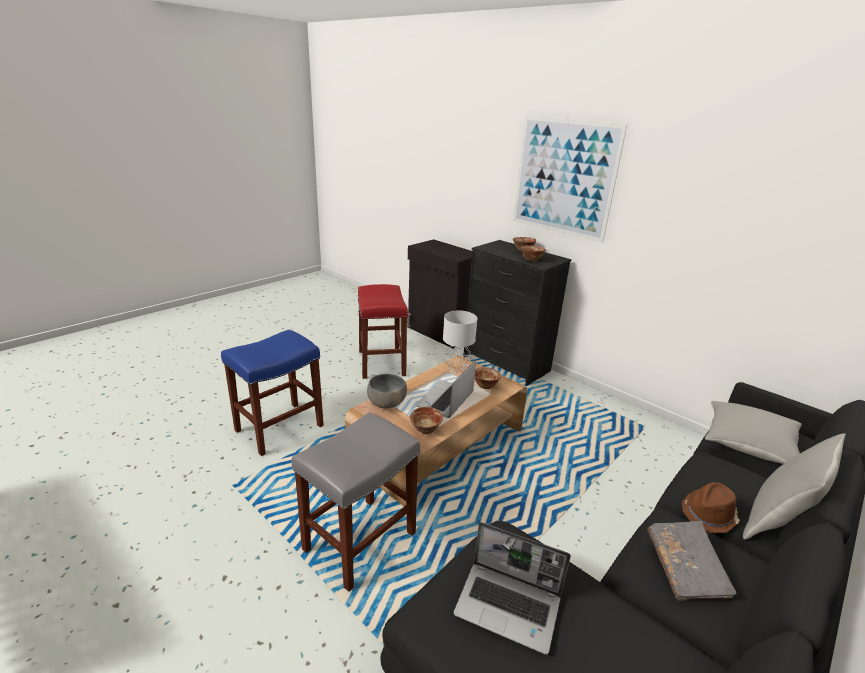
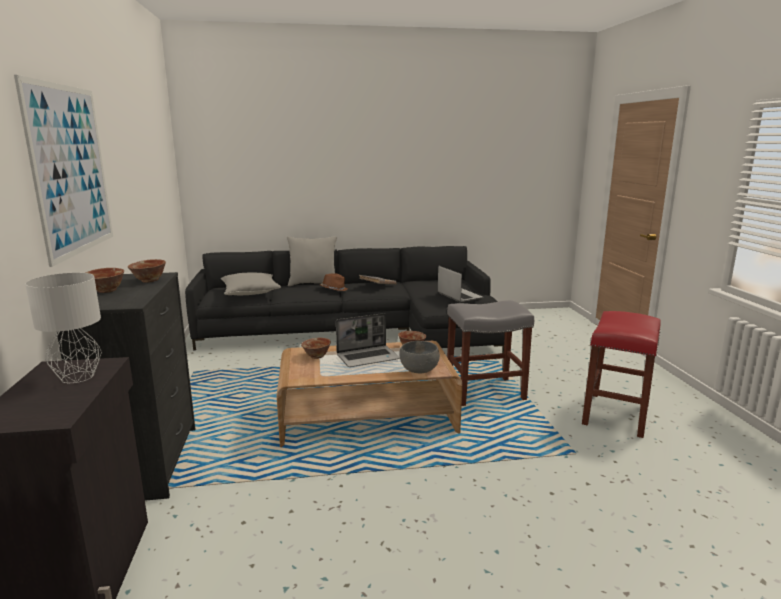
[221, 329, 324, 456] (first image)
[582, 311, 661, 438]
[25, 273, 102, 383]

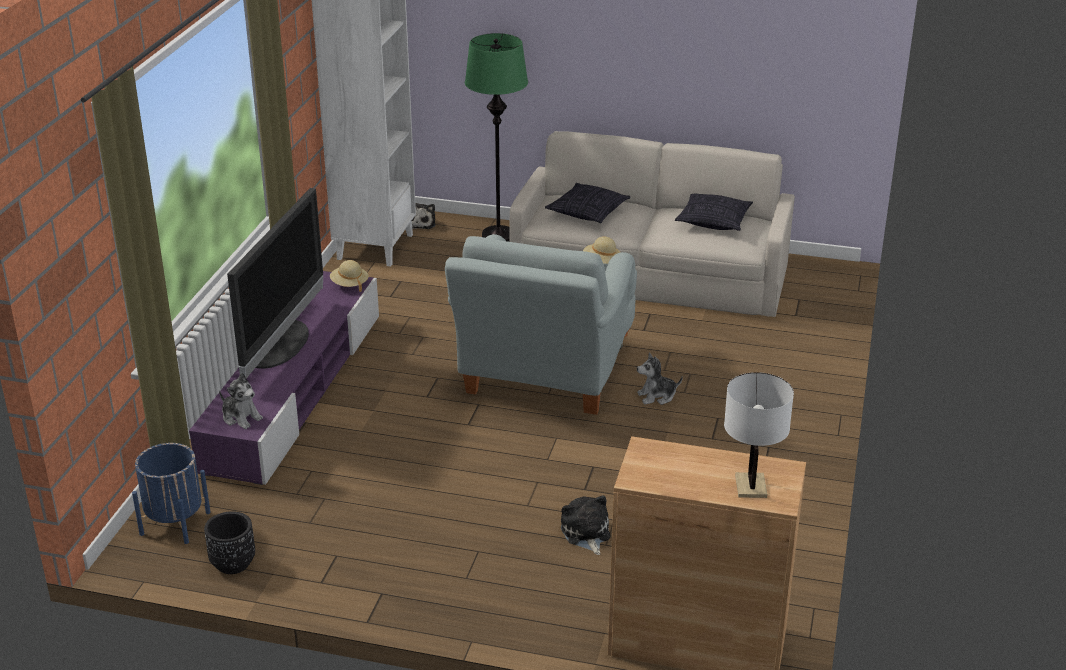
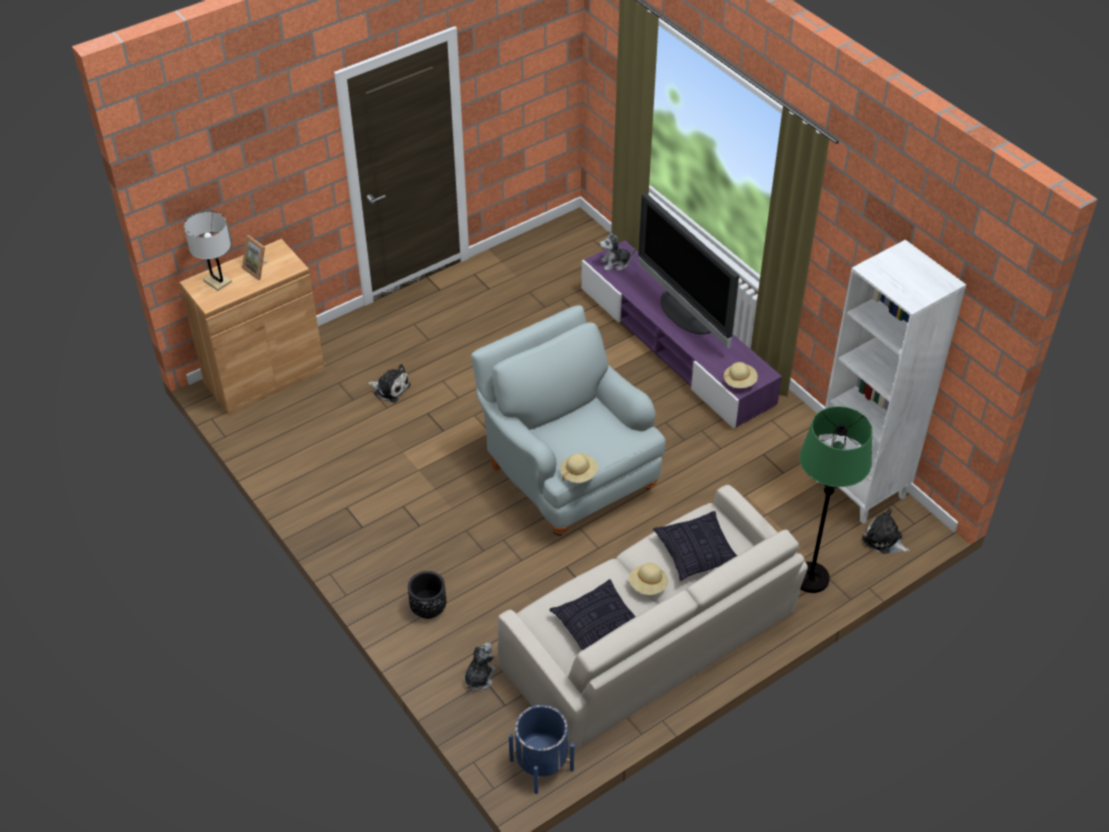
[242, 235, 267, 280]
[629, 563, 668, 595]
[509, 705, 574, 794]
[408, 571, 446, 619]
[464, 642, 496, 690]

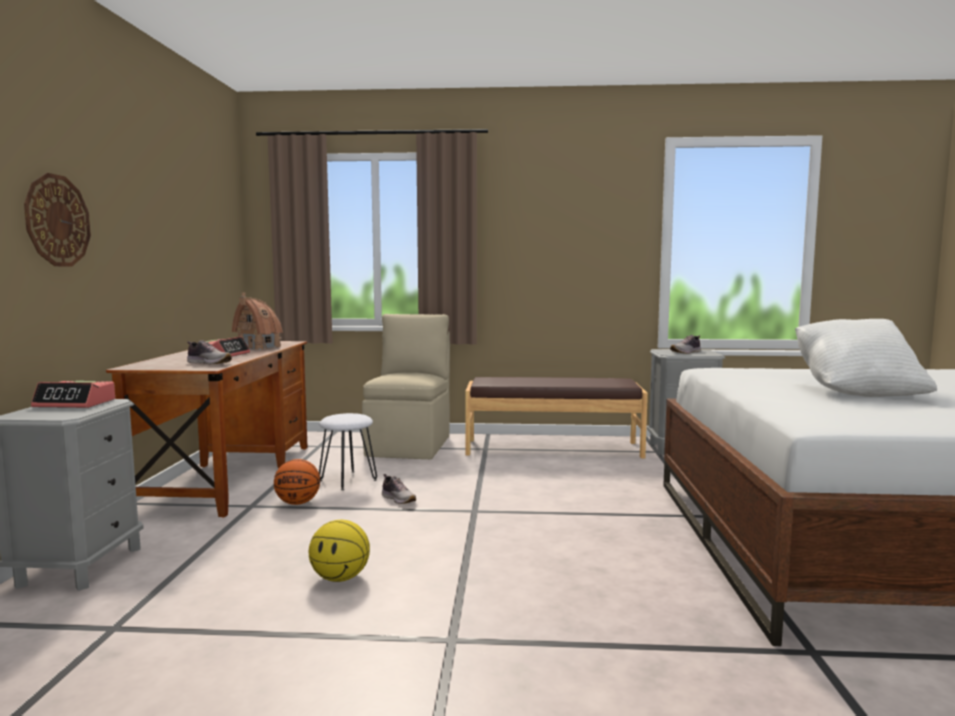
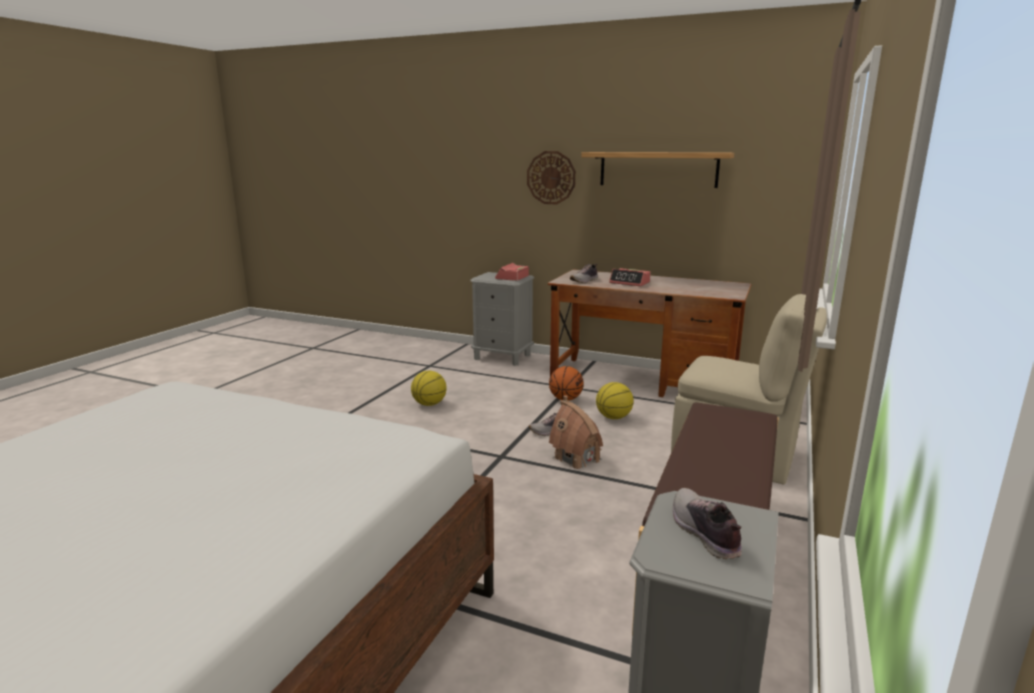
[795, 319, 937, 397] (first image)
[581, 152, 734, 188]
[549, 395, 603, 469]
[596, 382, 634, 419]

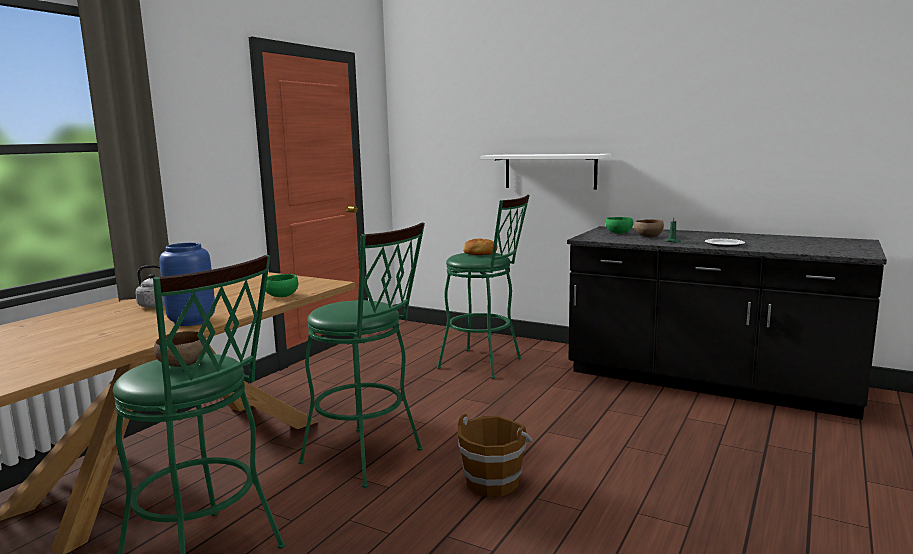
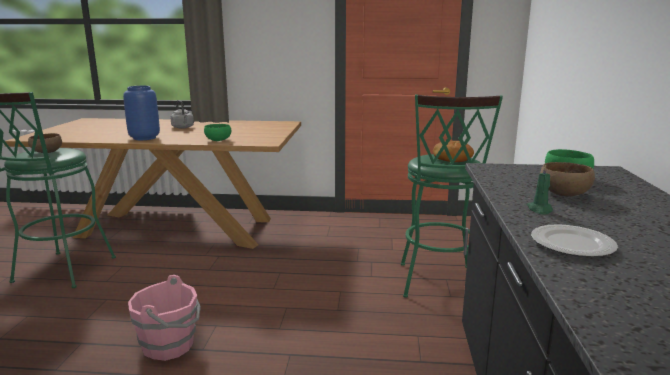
[298, 222, 425, 488] (first image)
[480, 154, 611, 190] (first image)
[128, 275, 201, 361]

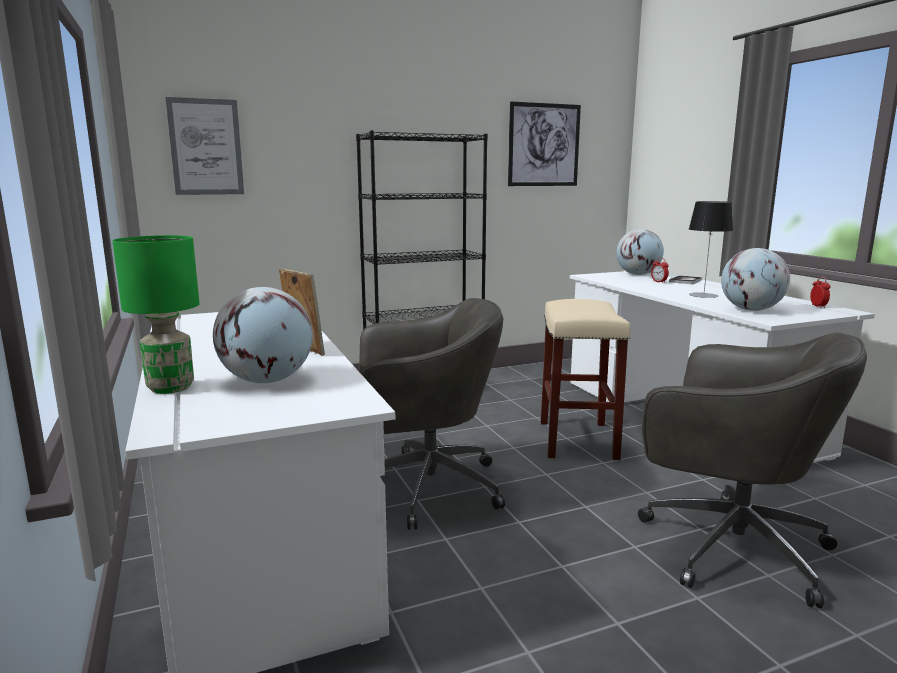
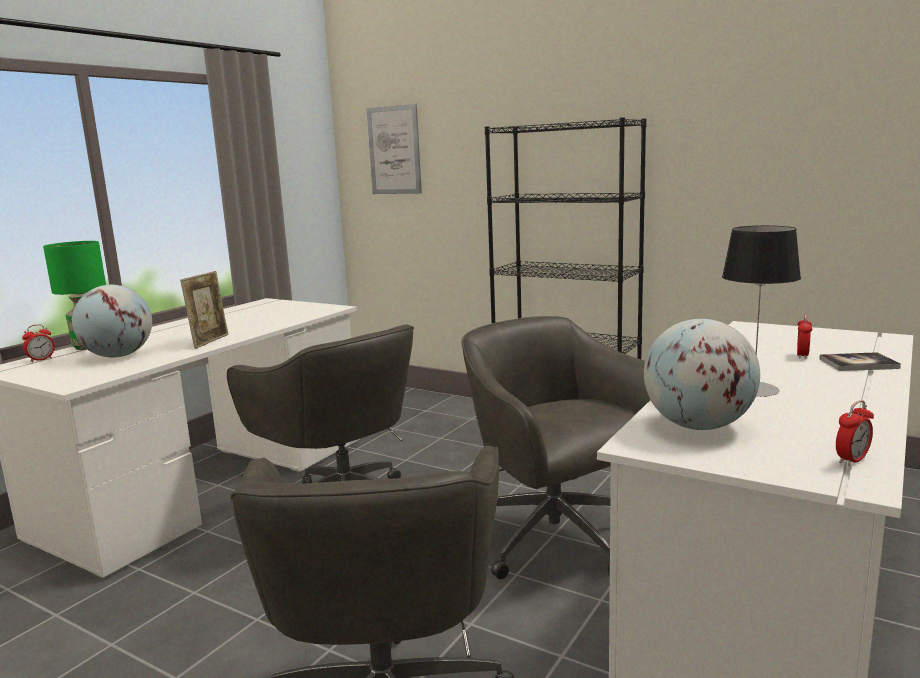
[508, 102, 581, 186] (first image)
[616, 229, 664, 275] (first image)
[22, 324, 55, 362]
[461, 316, 650, 579]

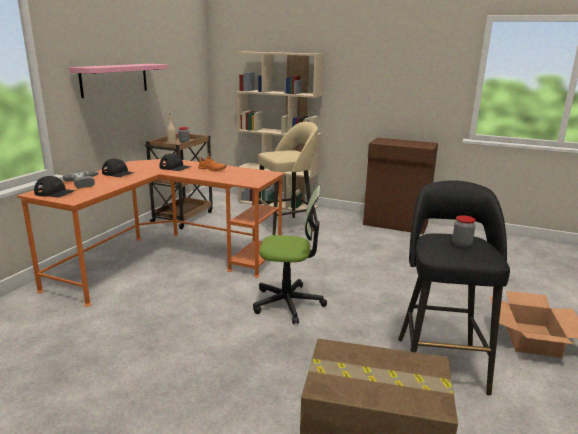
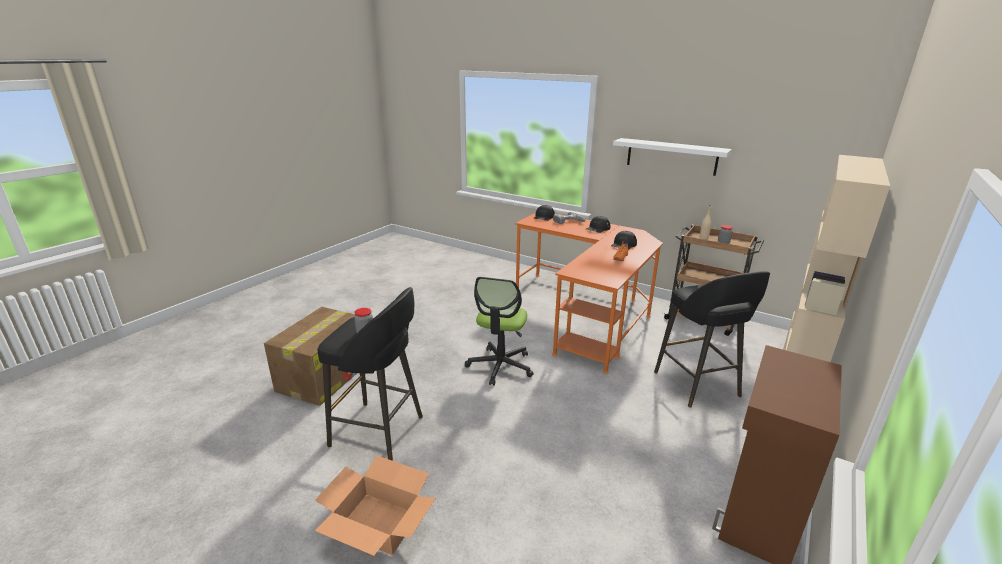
[613, 138, 732, 176]
[654, 271, 770, 408]

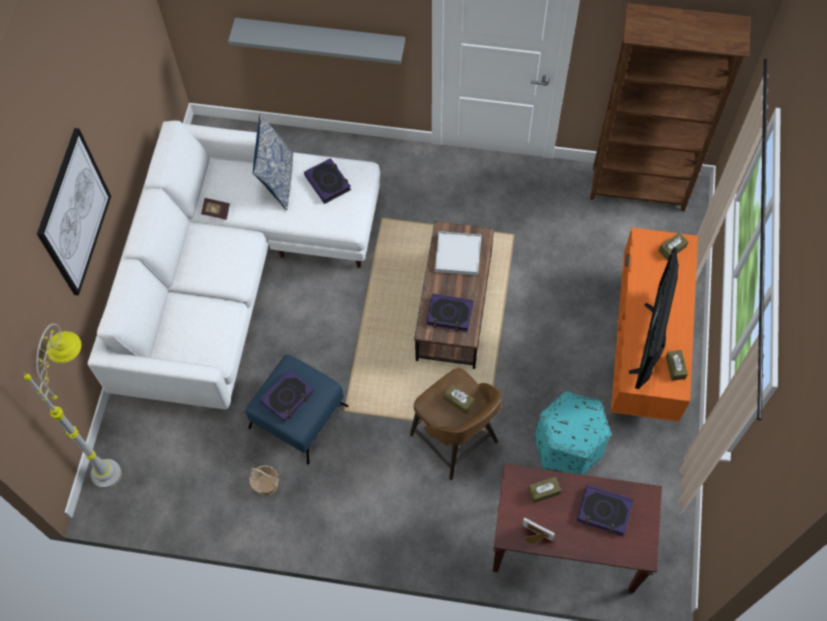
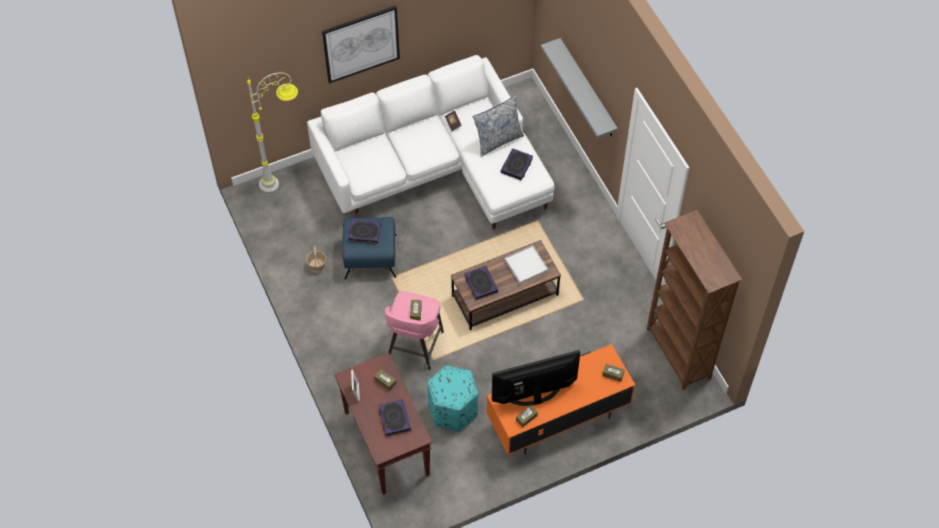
[385, 291, 444, 370]

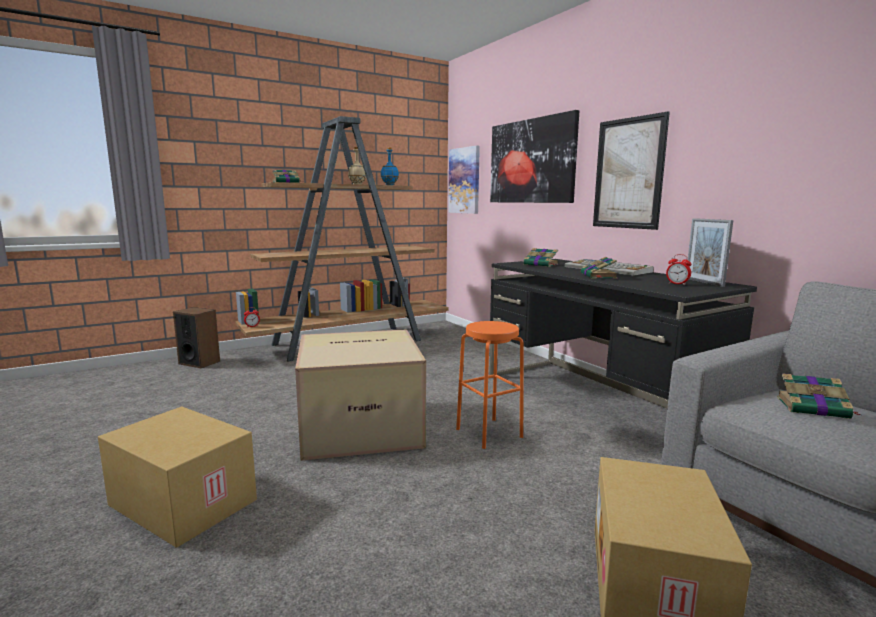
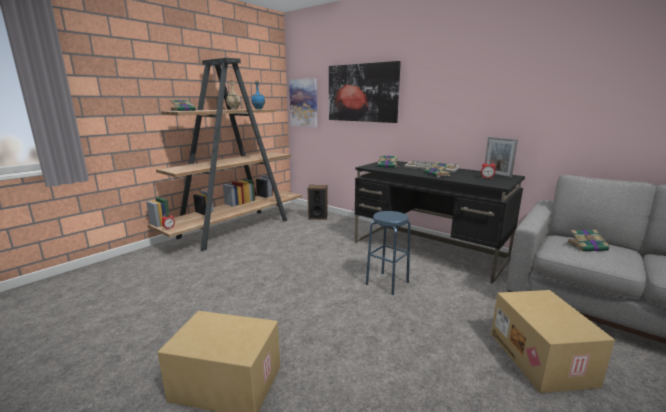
[295, 329, 426, 461] (first image)
[593, 112, 670, 230] (first image)
[308, 185, 328, 220]
[366, 211, 411, 295]

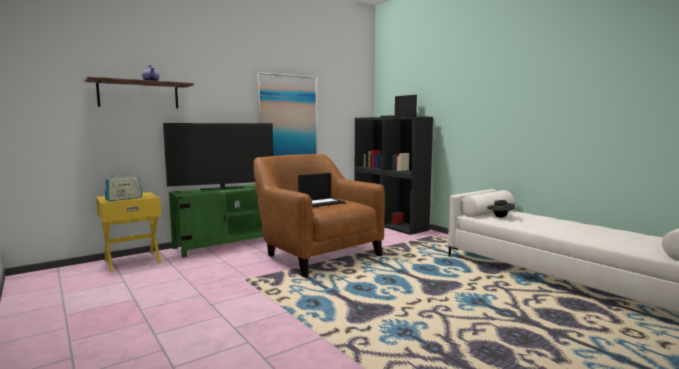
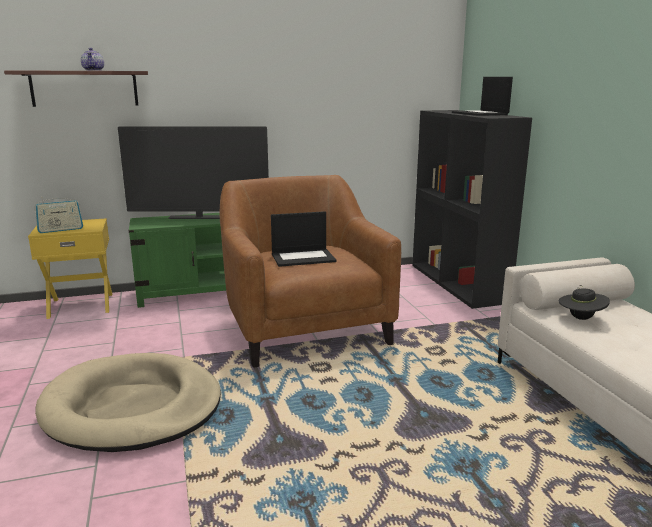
[257, 72, 318, 156] (first image)
[35, 353, 221, 452]

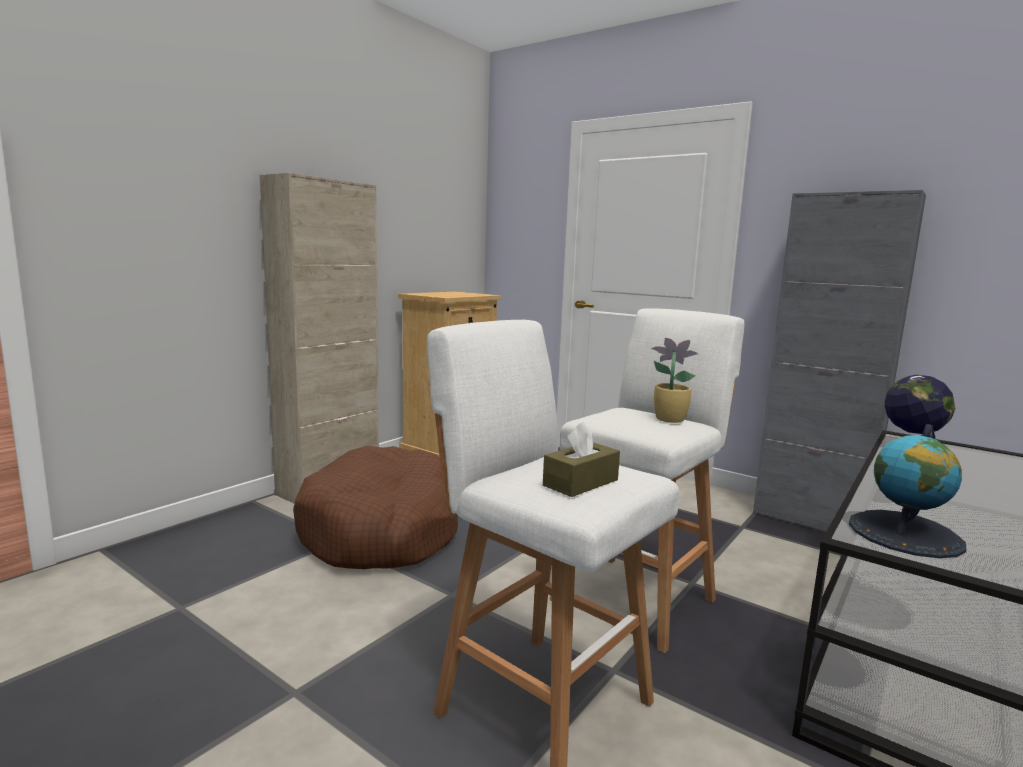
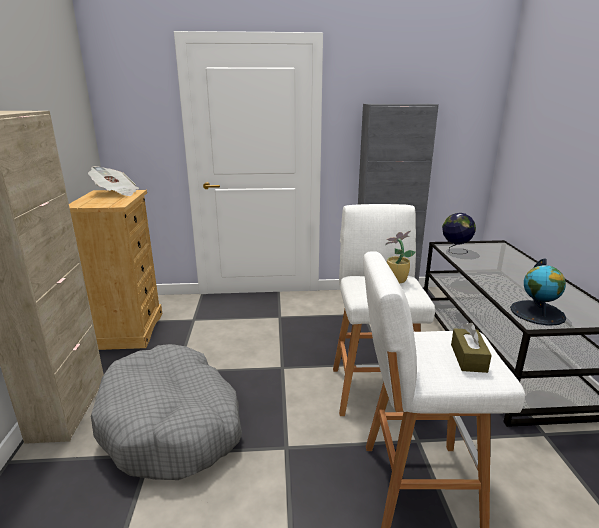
[88, 166, 139, 196]
[91, 344, 242, 480]

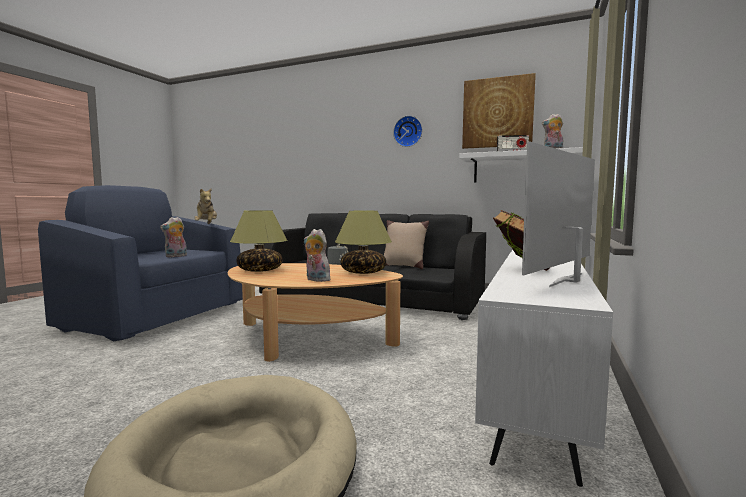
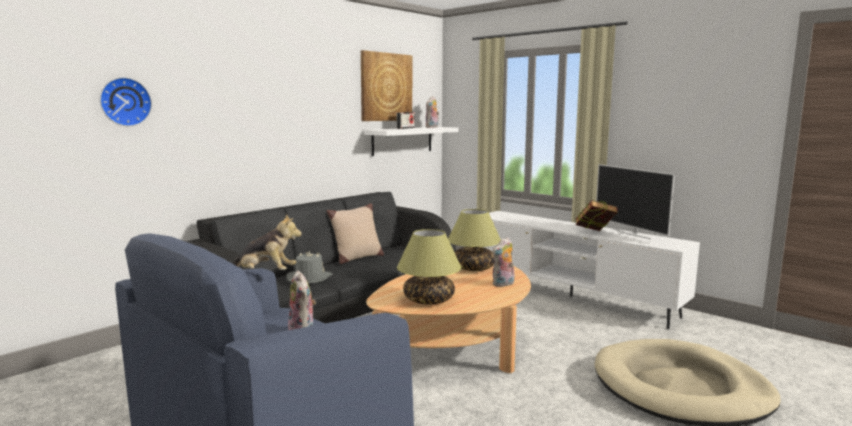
[100, 77, 152, 126]

